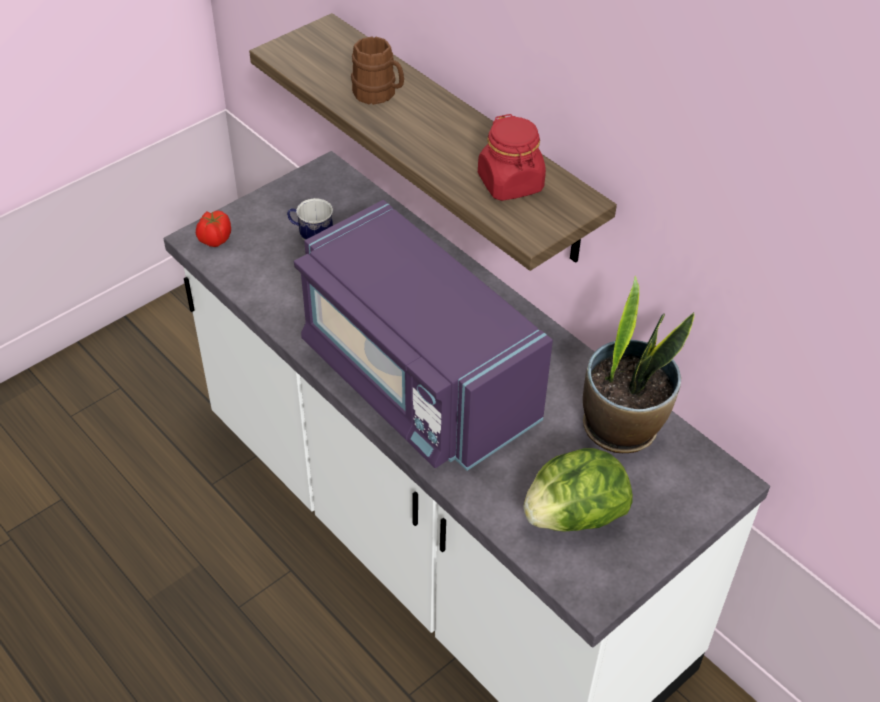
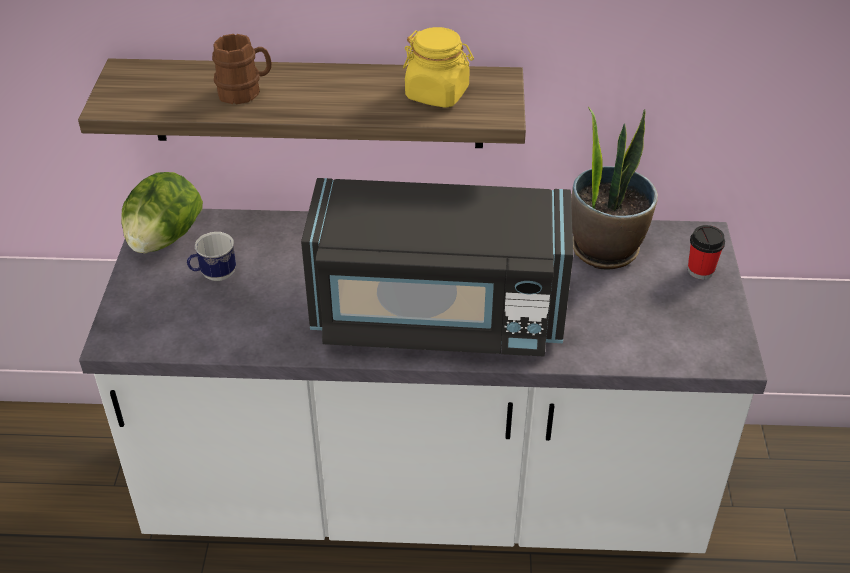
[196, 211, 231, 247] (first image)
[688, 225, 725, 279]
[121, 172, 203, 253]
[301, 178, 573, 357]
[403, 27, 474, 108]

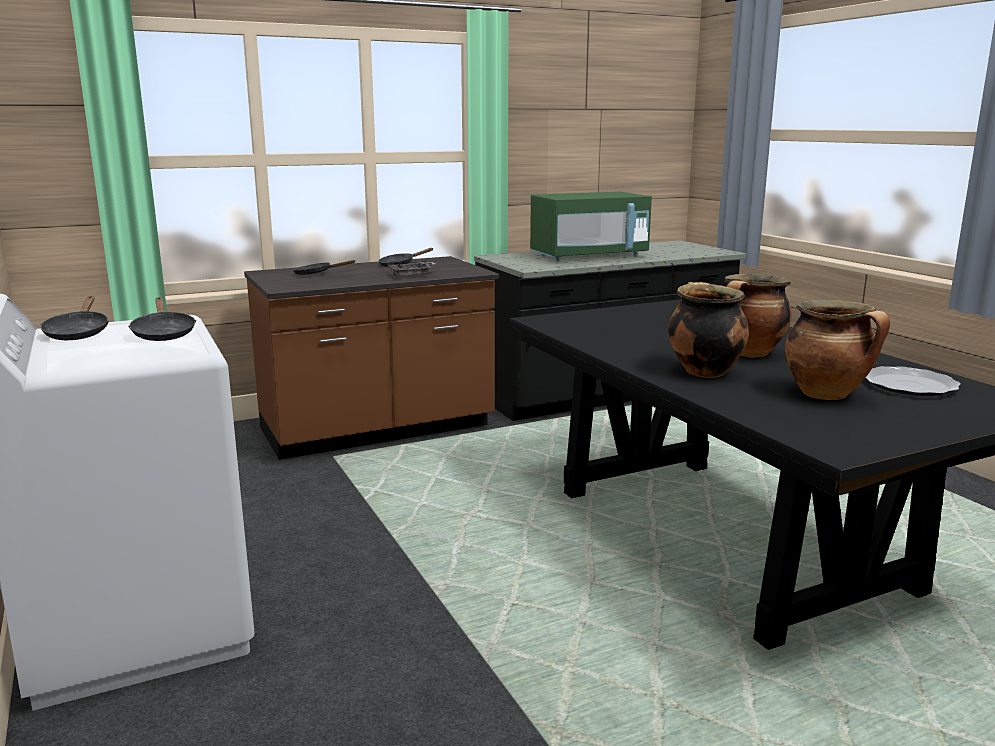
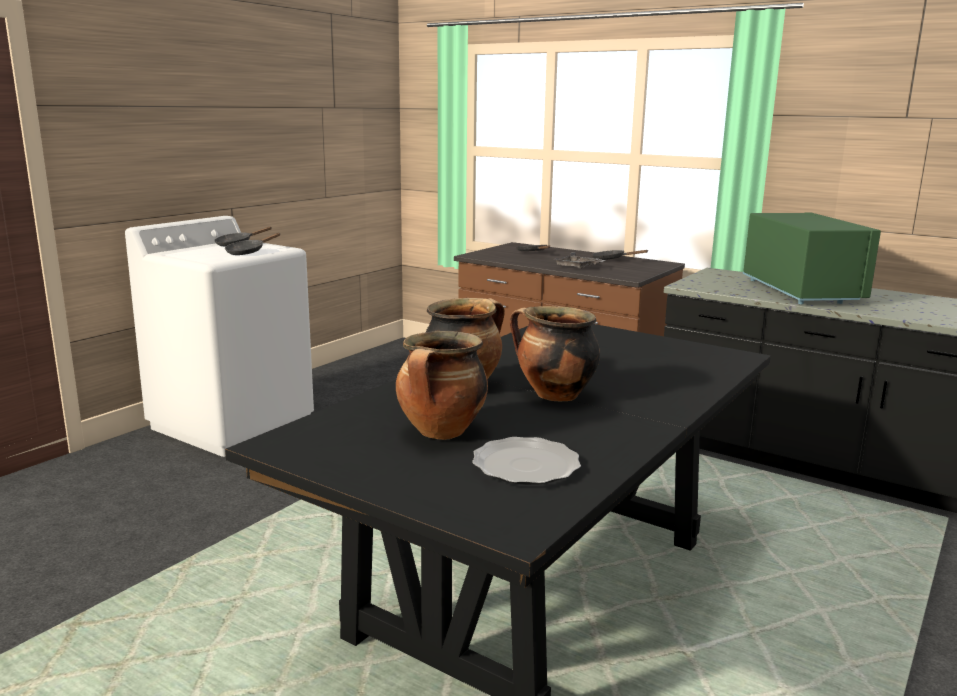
[743, 213, 881, 304]

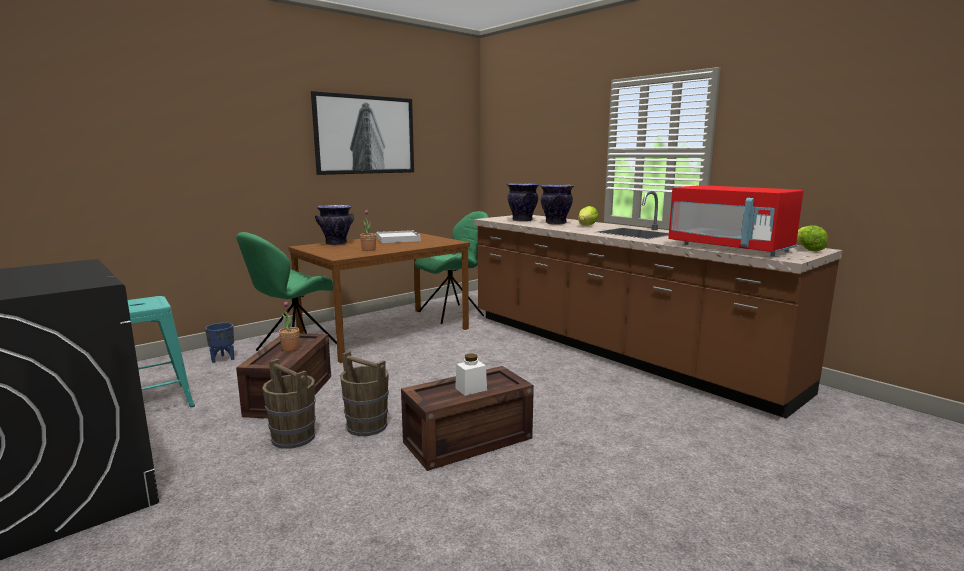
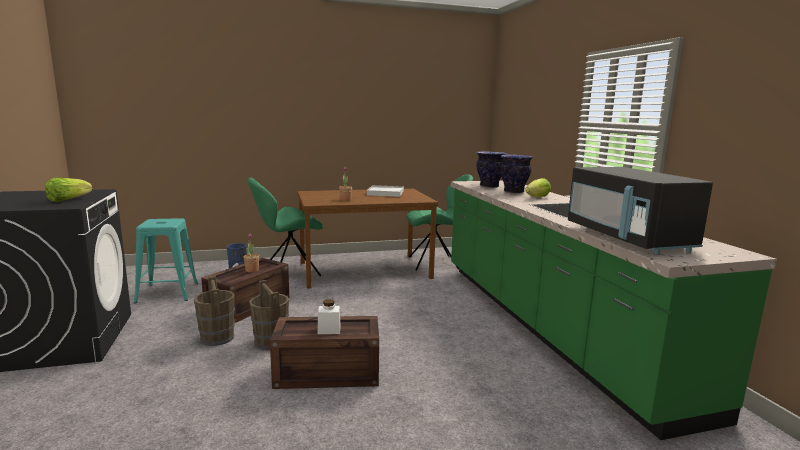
[311, 91, 414, 175] (first image)
[315, 205, 354, 245] (first image)
[45, 178, 93, 202]
[451, 180, 777, 440]
[568, 167, 713, 254]

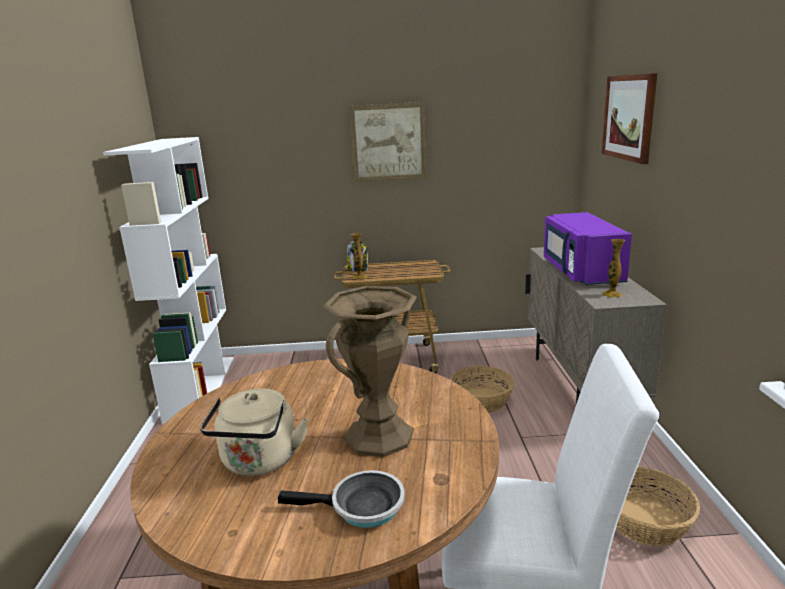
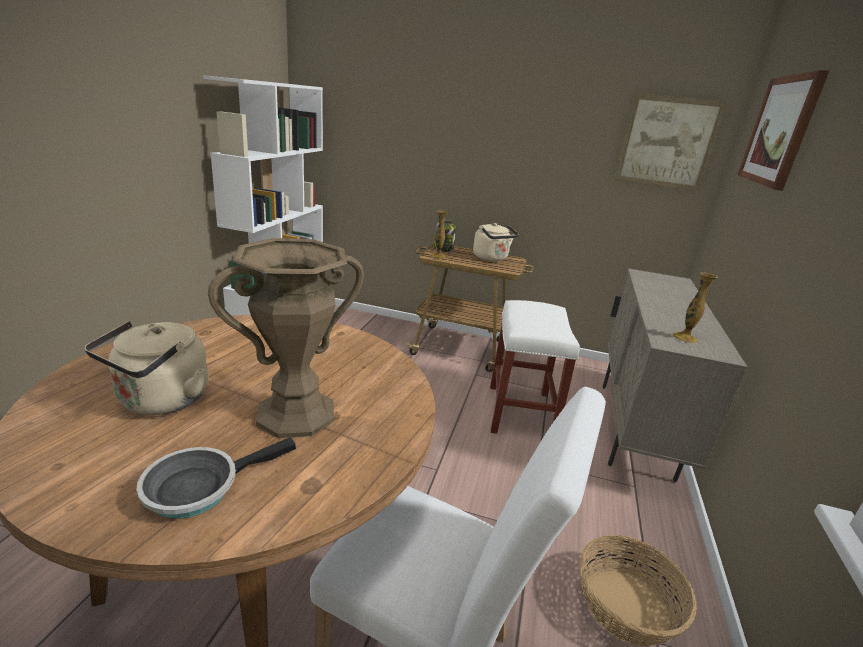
[544, 212, 632, 285] (first image)
[473, 223, 519, 261]
[614, 93, 728, 191]
[490, 300, 580, 434]
[136, 437, 296, 519]

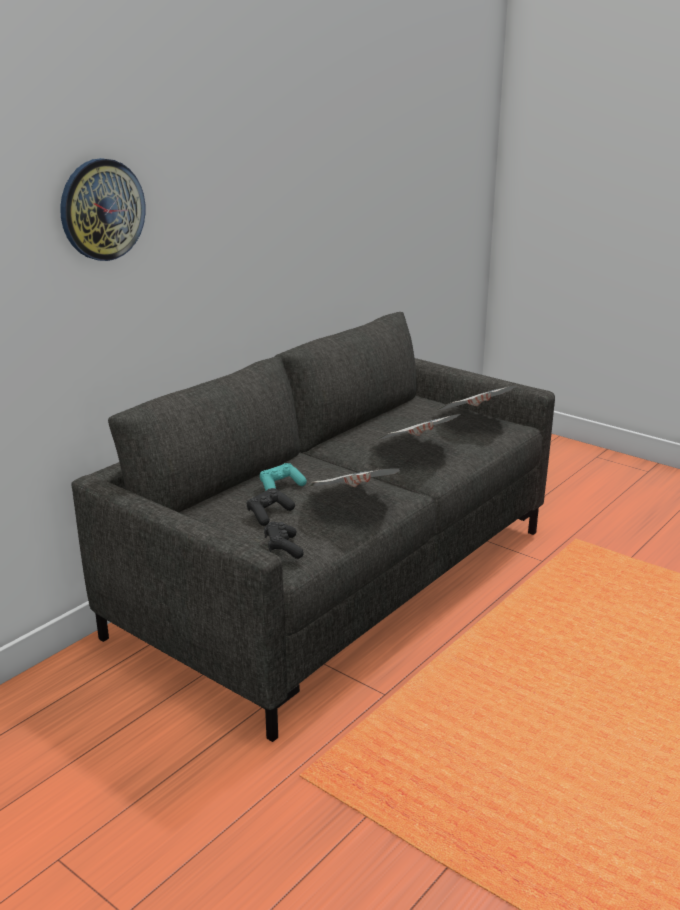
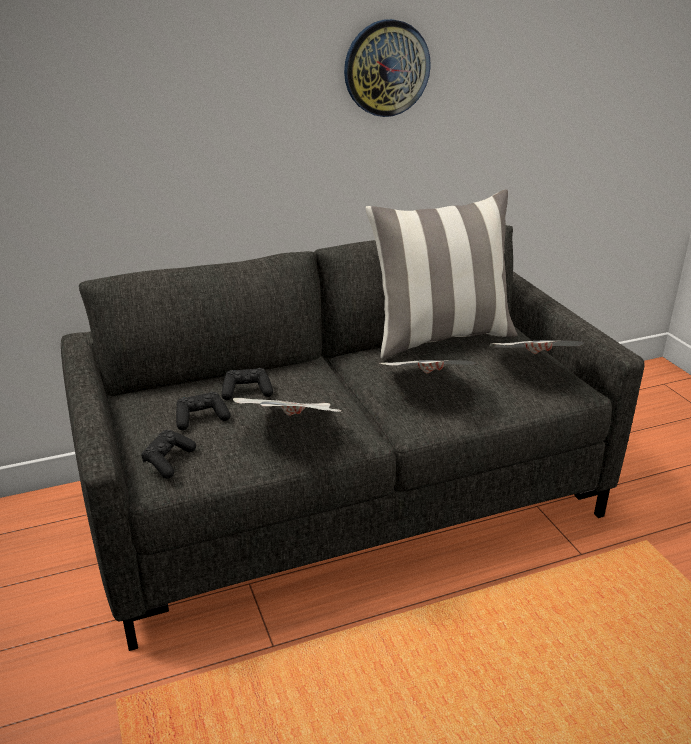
[365, 189, 517, 359]
[344, 19, 431, 117]
[221, 368, 273, 400]

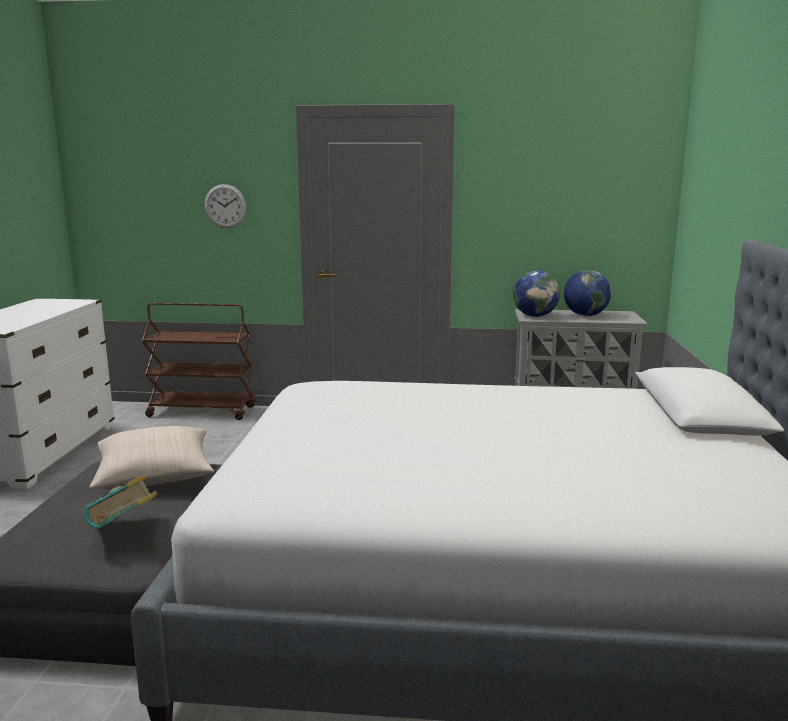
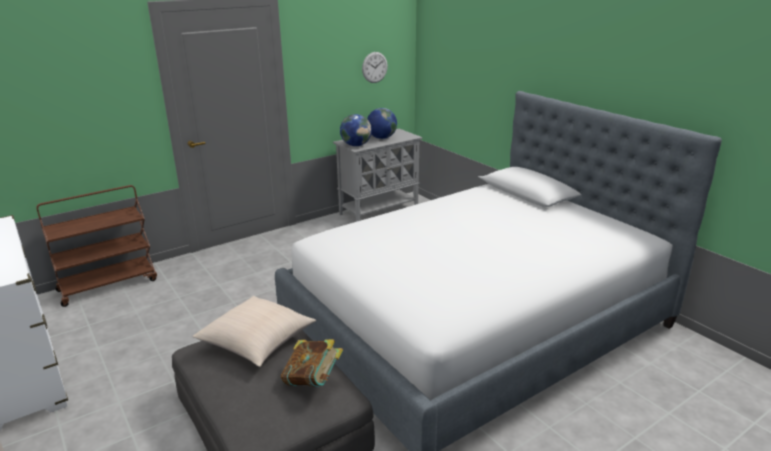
[362, 52, 388, 83]

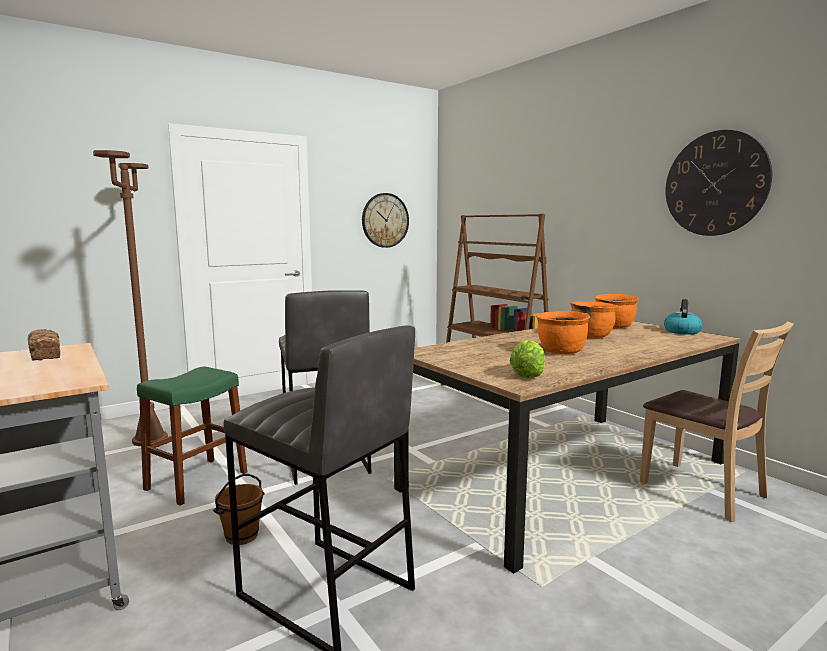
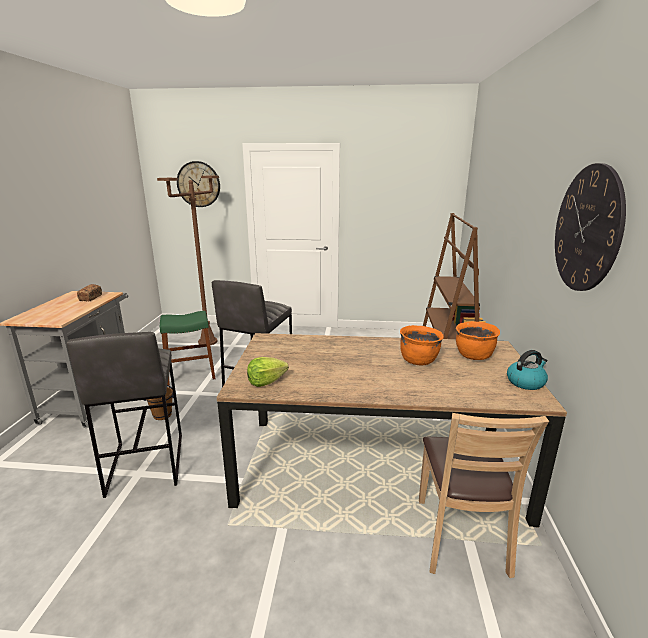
[536, 311, 590, 354] (first image)
[177, 161, 220, 207]

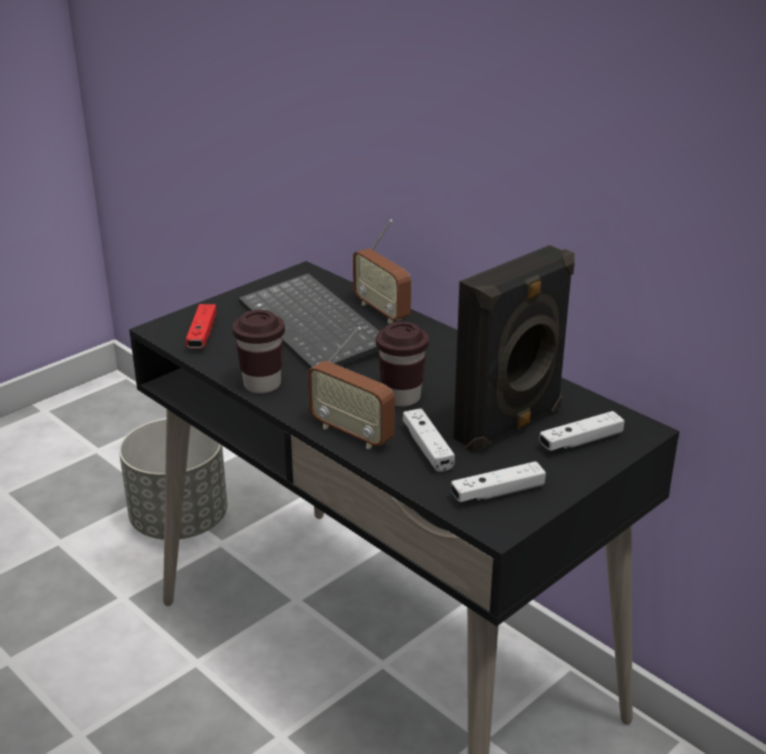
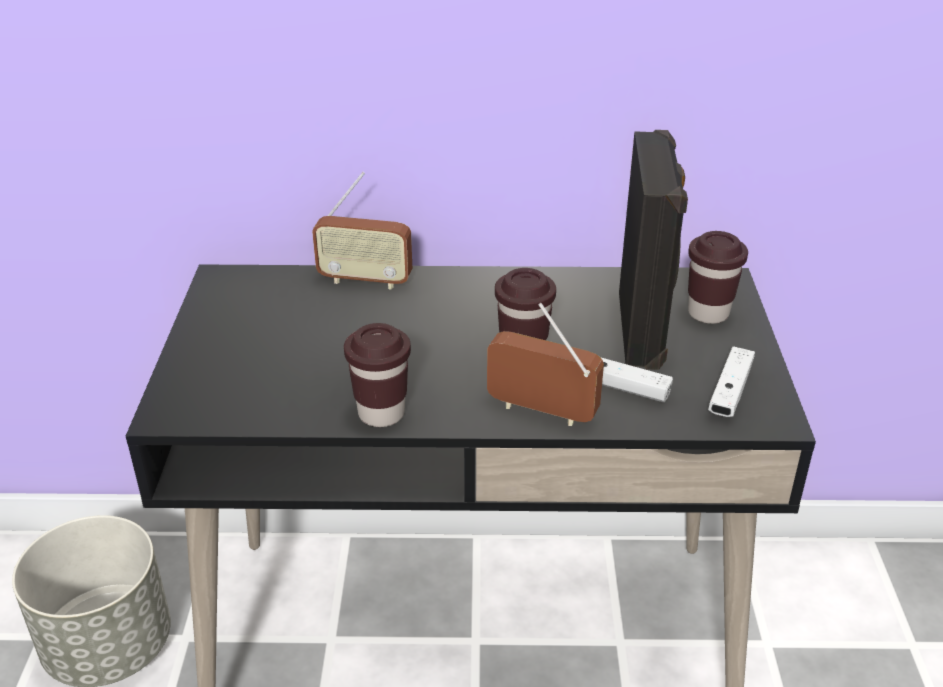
[186, 304, 217, 349] (first image)
[239, 273, 379, 369] (first image)
[688, 231, 748, 324]
[487, 303, 604, 426]

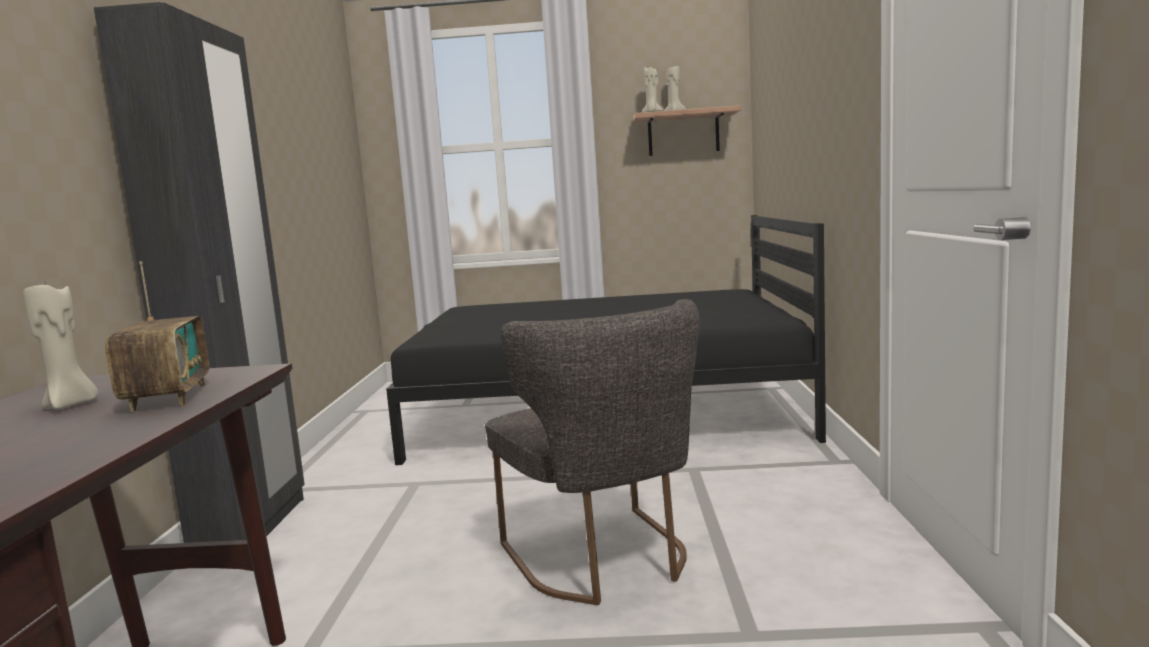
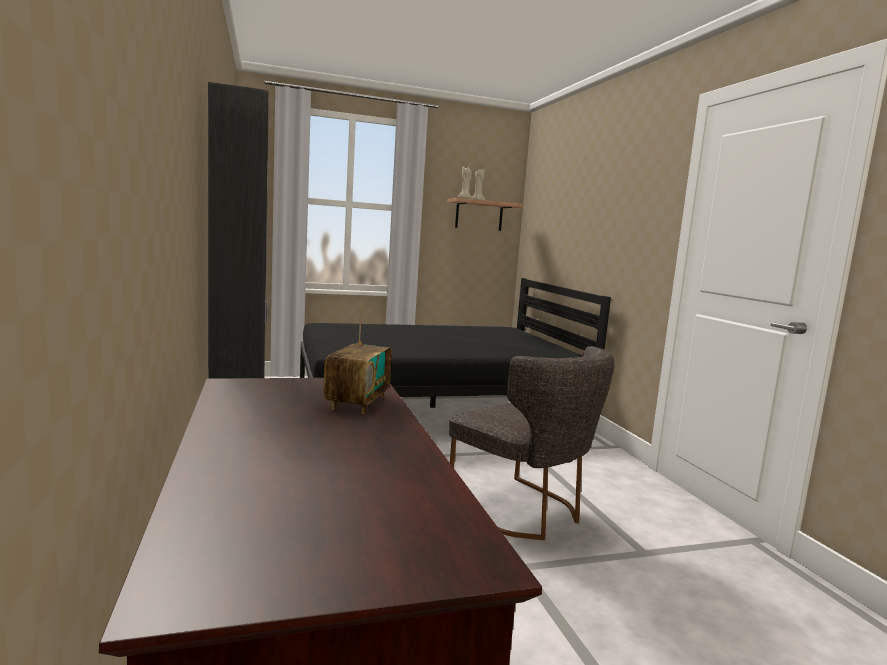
[23, 282, 99, 410] (first image)
[324, 303, 392, 414]

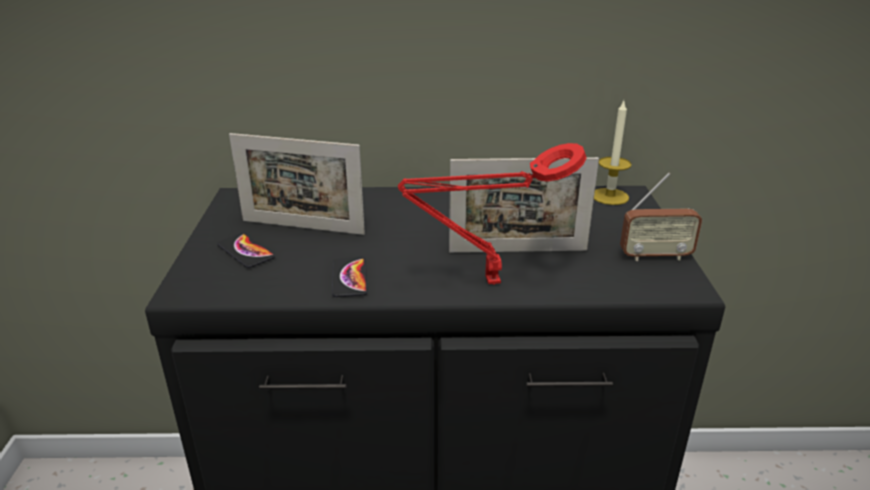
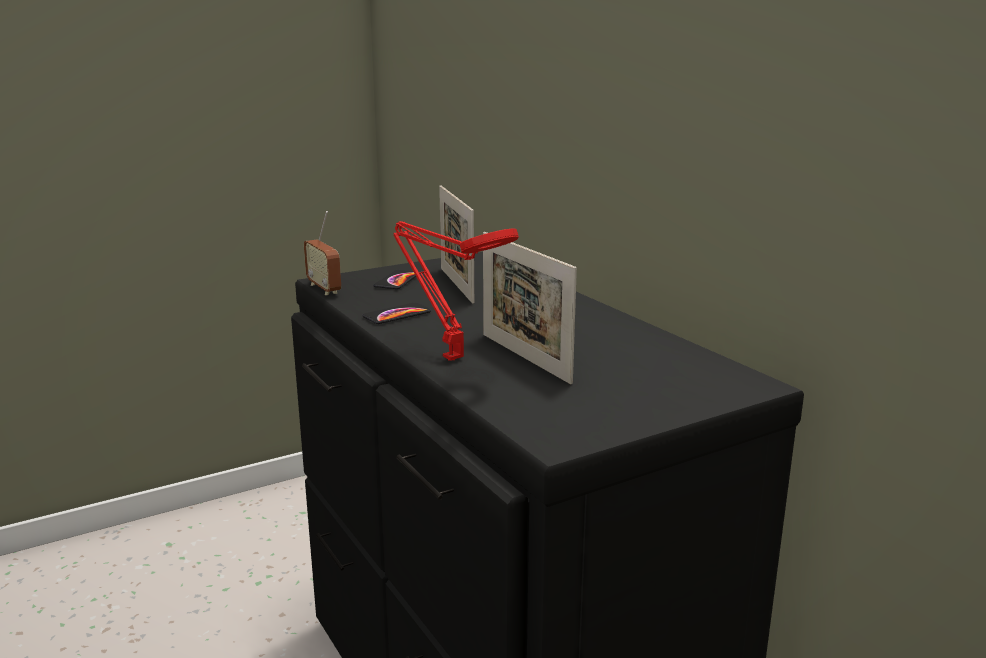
[594, 101, 632, 205] (first image)
[304, 211, 341, 295]

